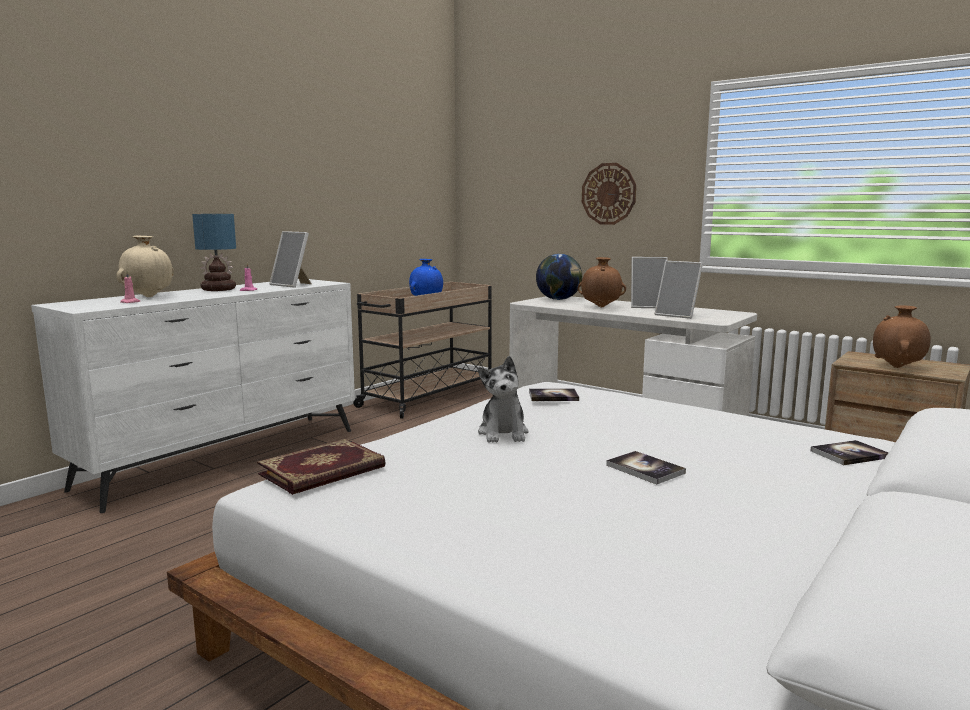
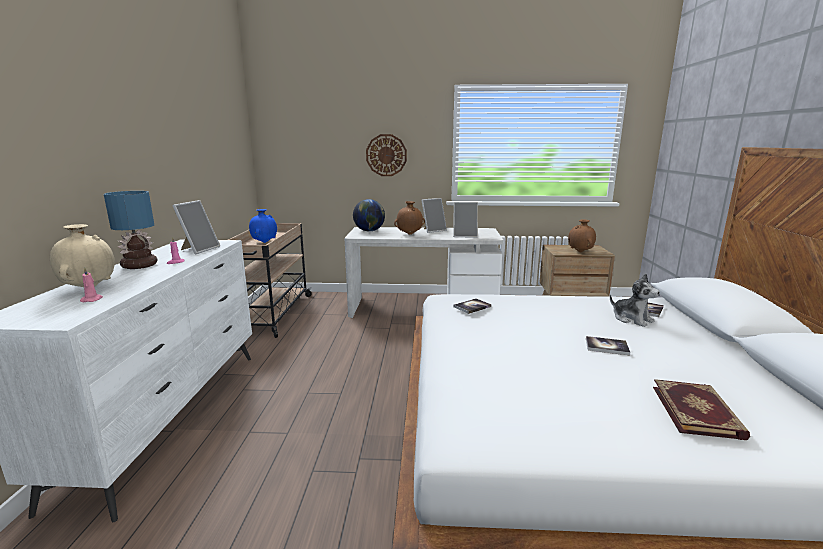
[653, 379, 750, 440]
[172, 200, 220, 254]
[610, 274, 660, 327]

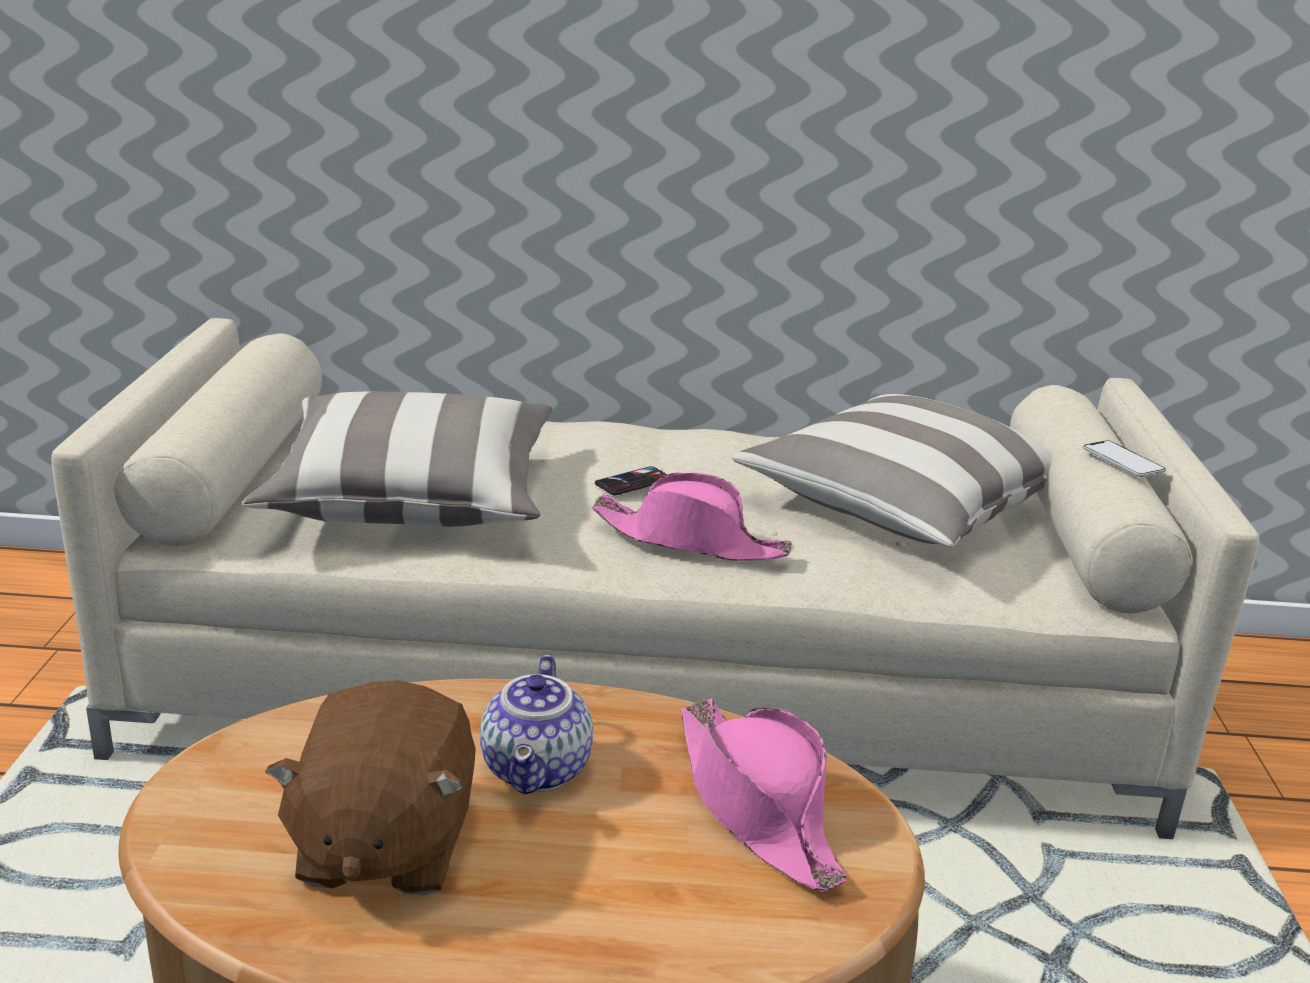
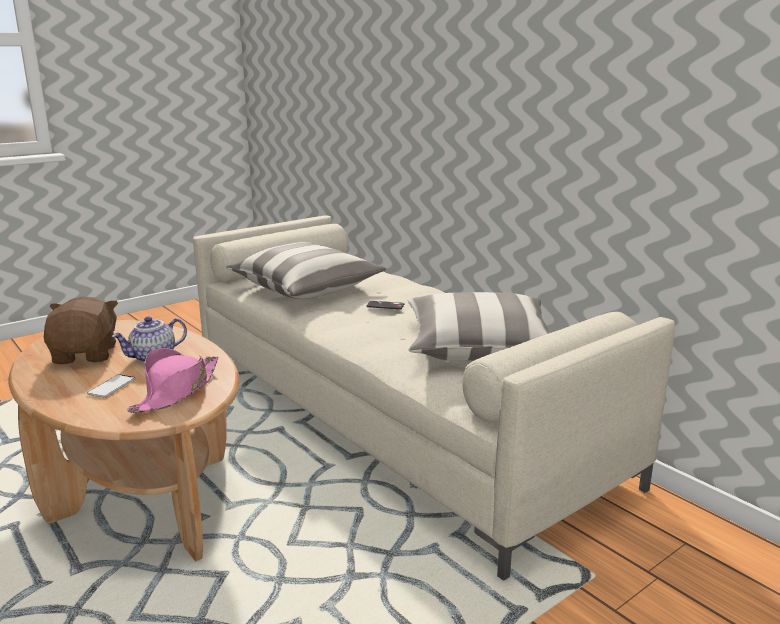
[44, 297, 118, 364]
[592, 472, 792, 561] (first image)
[87, 374, 136, 398]

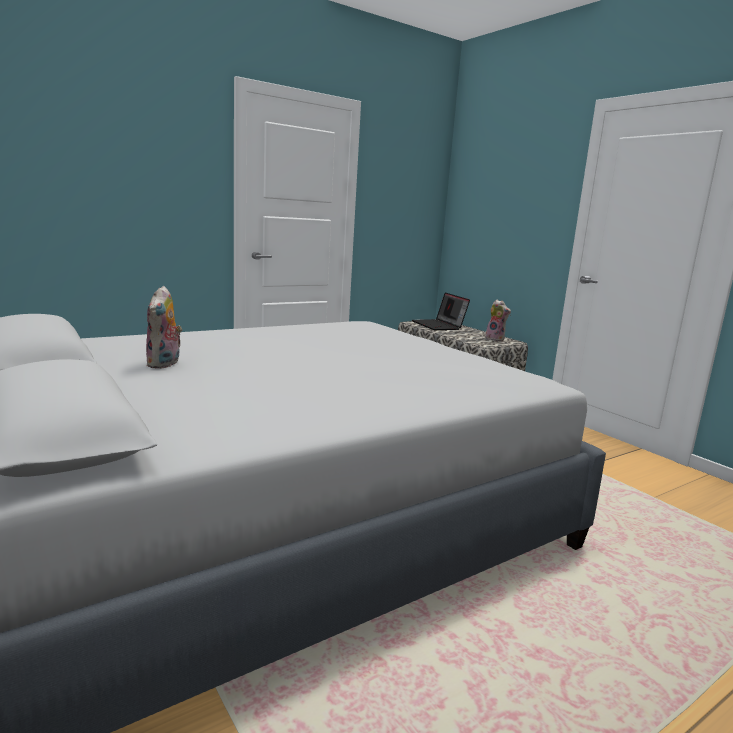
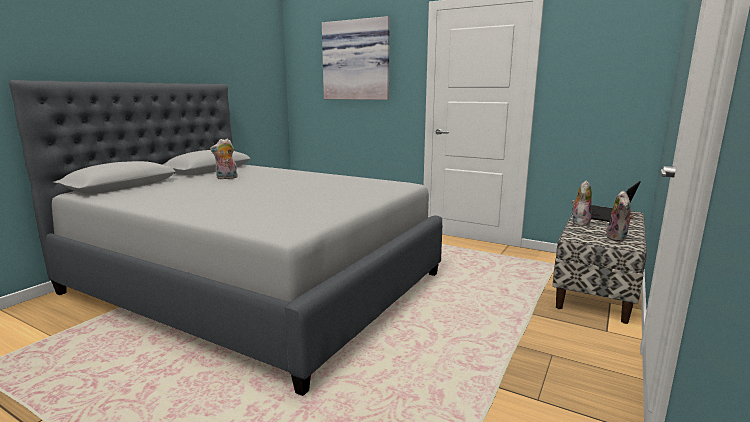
[322, 16, 390, 100]
[572, 180, 592, 226]

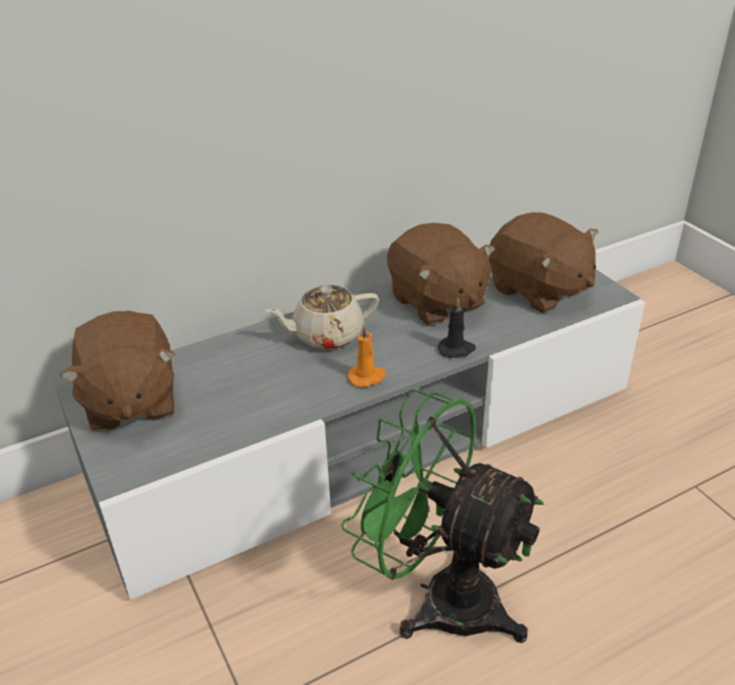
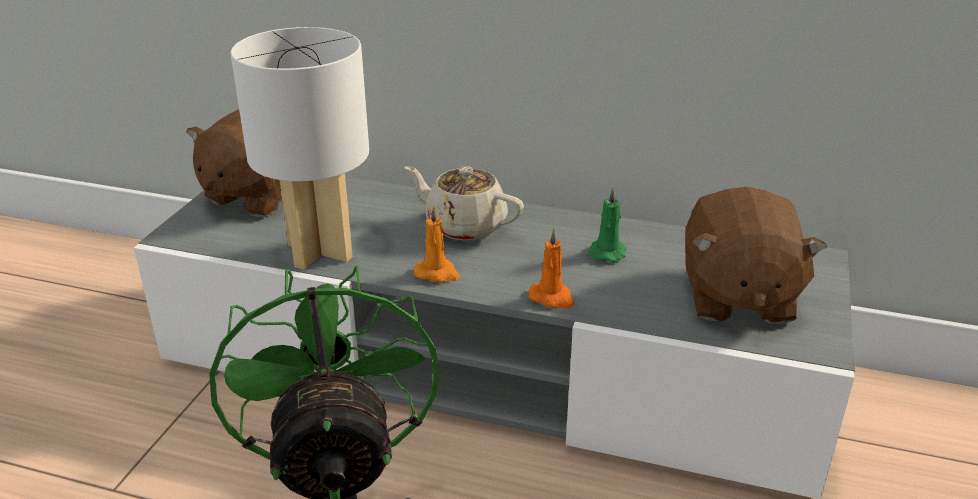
[588, 188, 626, 262]
[528, 229, 575, 308]
[231, 27, 369, 270]

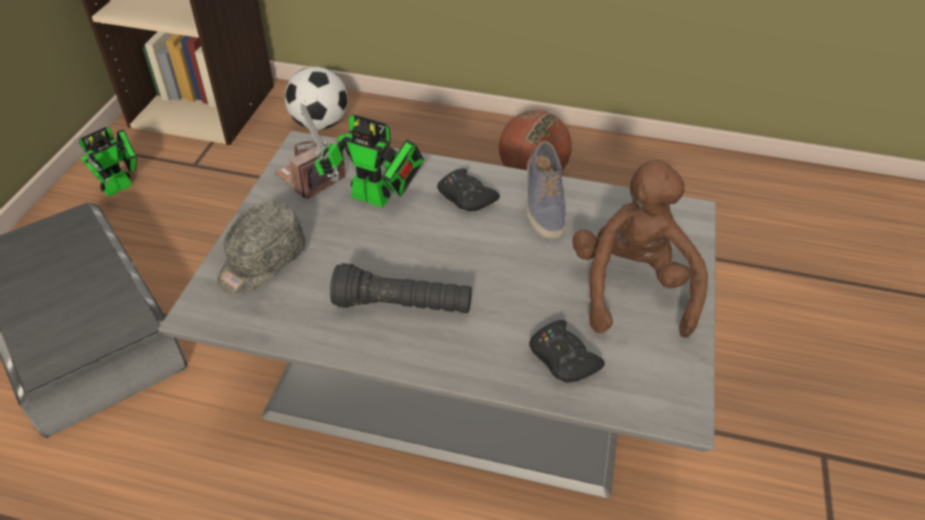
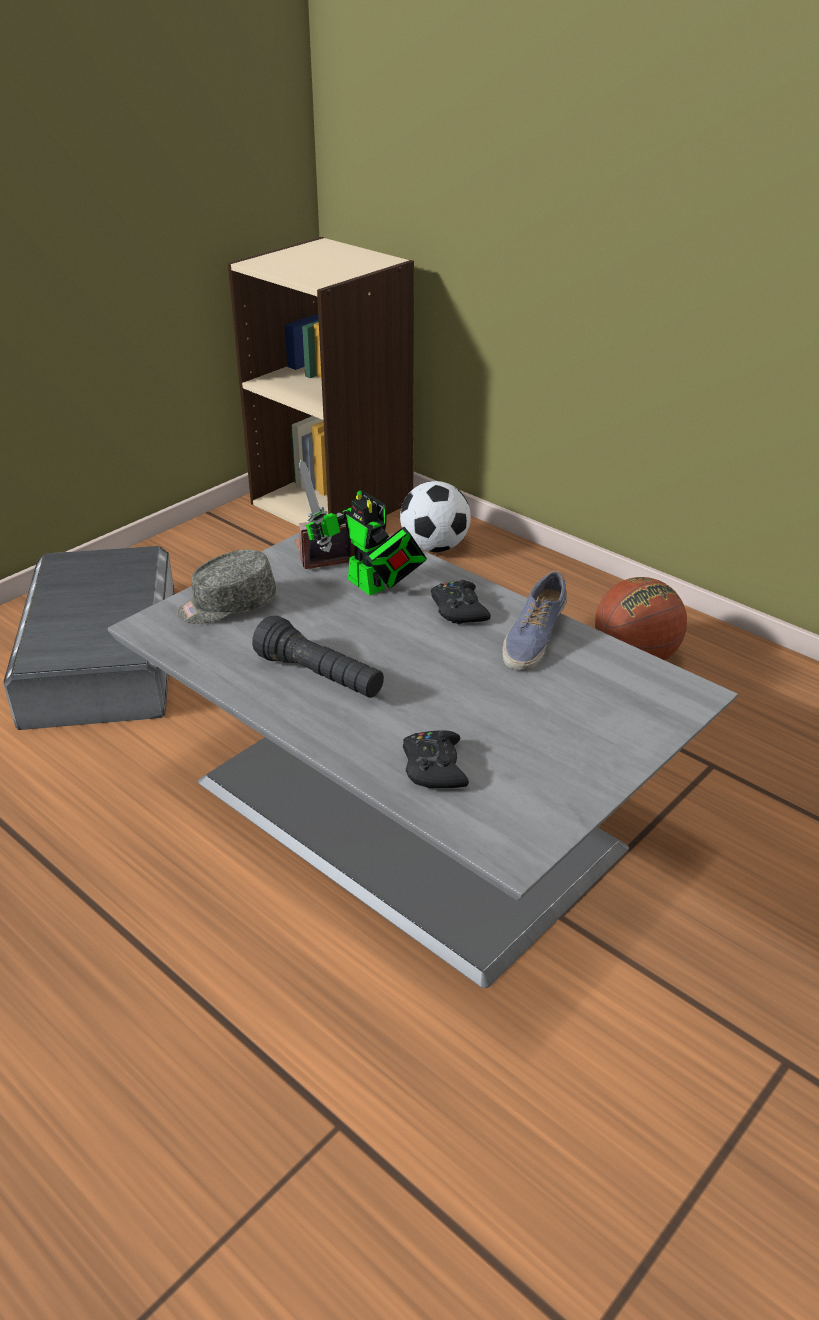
[74, 127, 137, 197] (first image)
[572, 160, 708, 338] (first image)

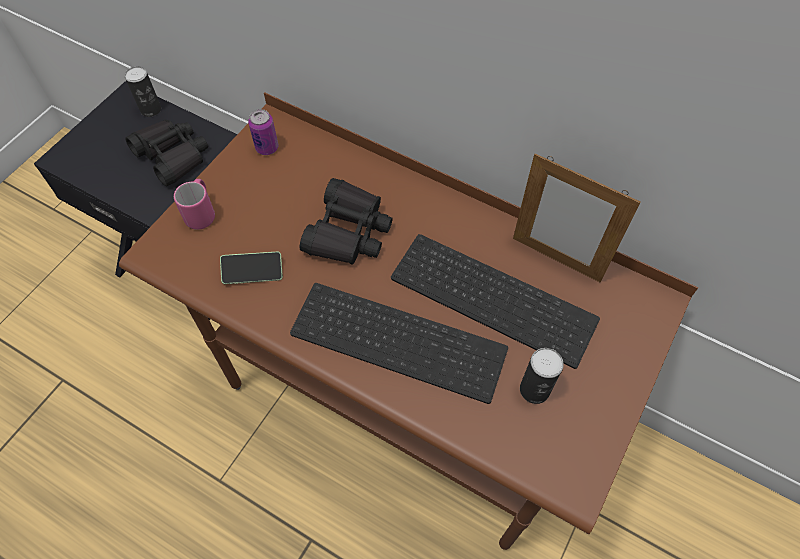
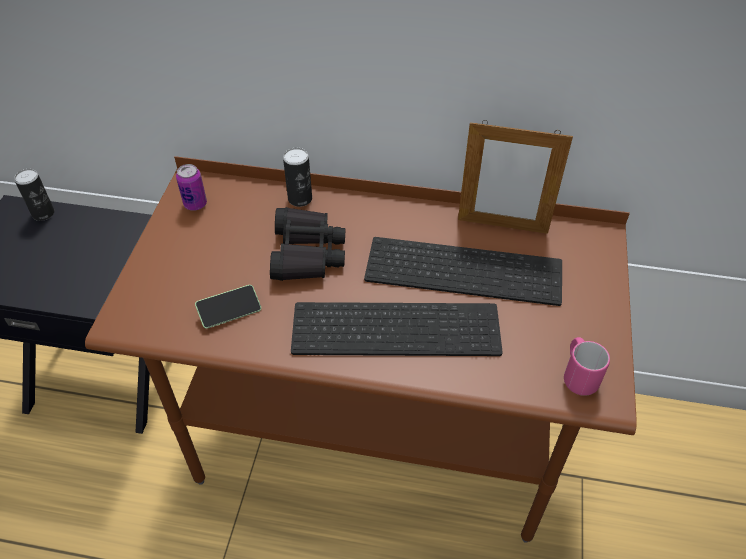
[125, 119, 208, 186] (first image)
[564, 337, 610, 396]
[283, 148, 312, 207]

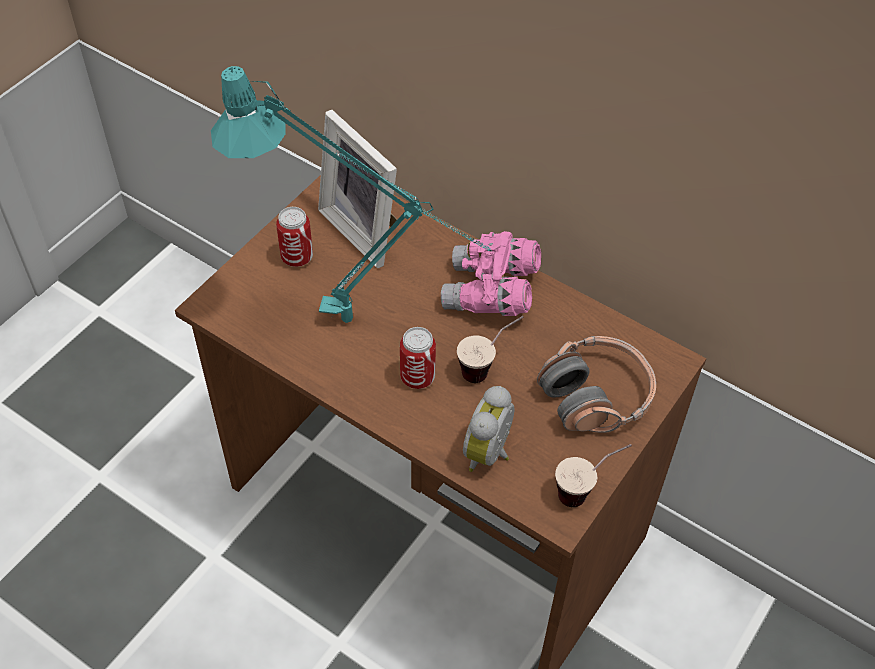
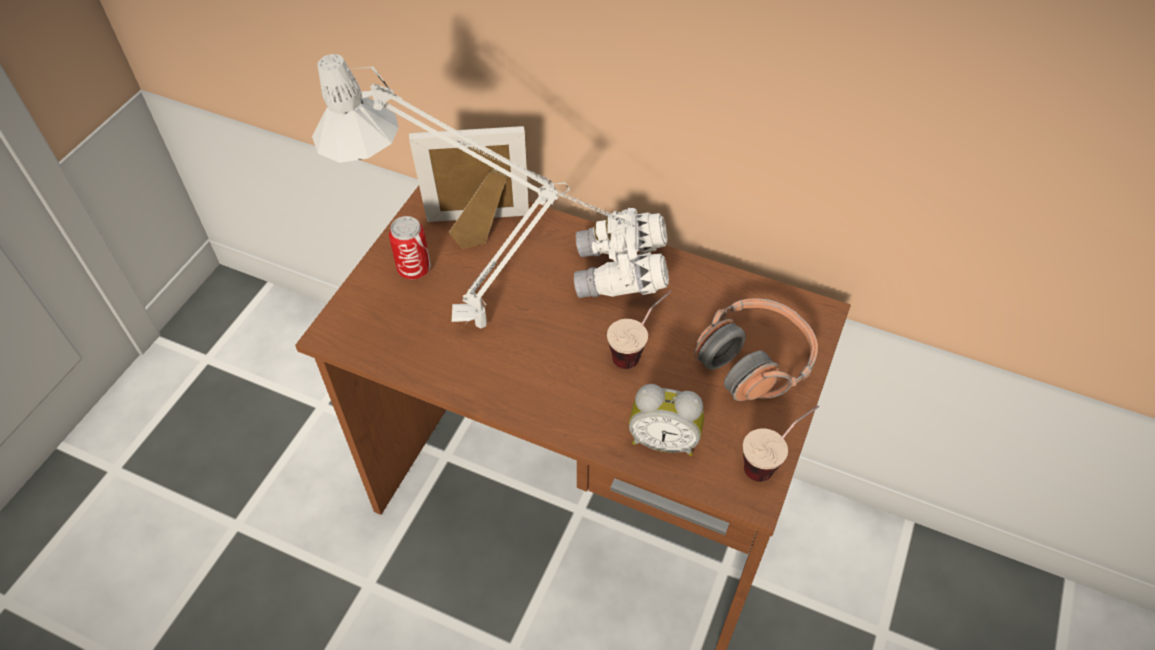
[312, 54, 635, 329]
[409, 126, 529, 249]
[400, 327, 436, 389] (first image)
[574, 208, 669, 298]
[629, 384, 704, 456]

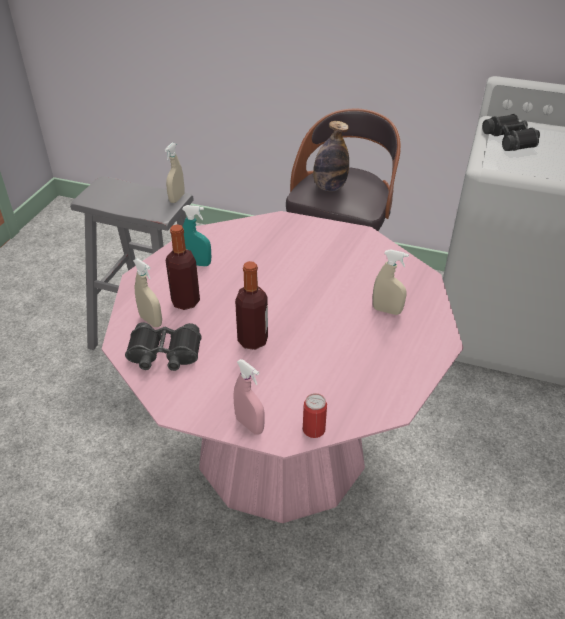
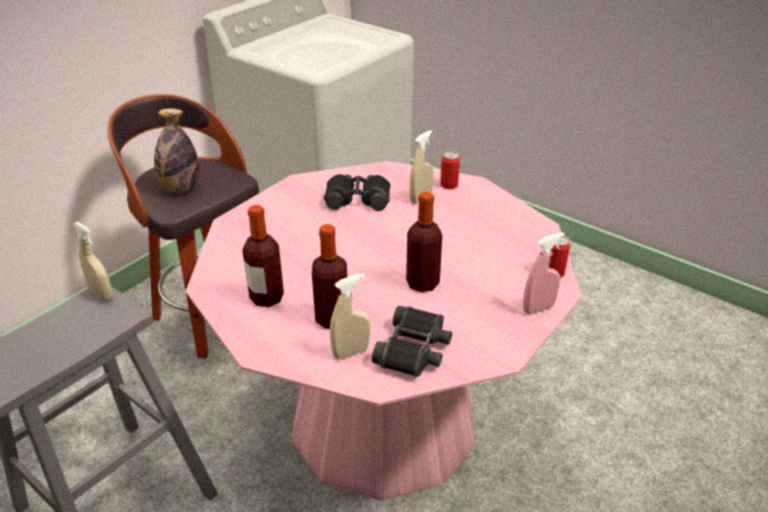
[242, 205, 284, 307]
[324, 174, 391, 211]
[440, 151, 460, 189]

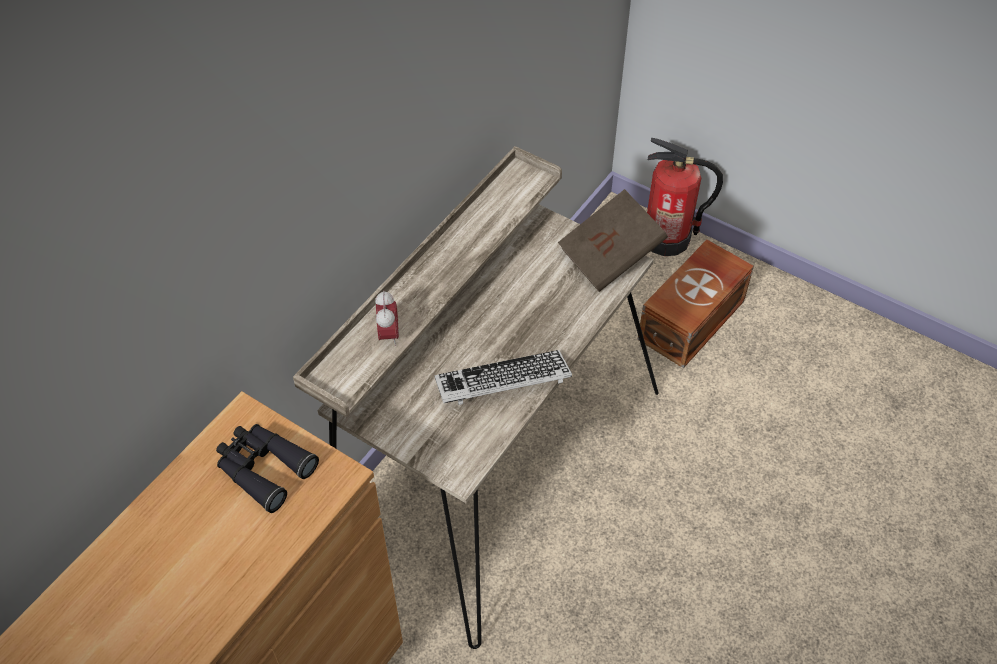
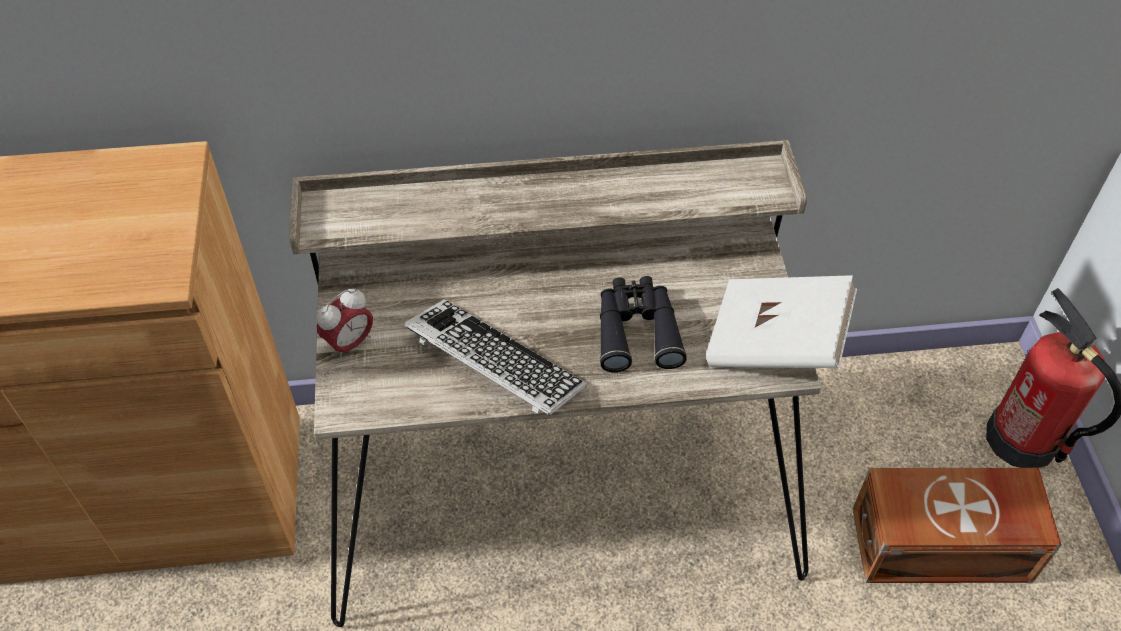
[600, 276, 687, 372]
[316, 288, 373, 359]
[706, 275, 857, 368]

